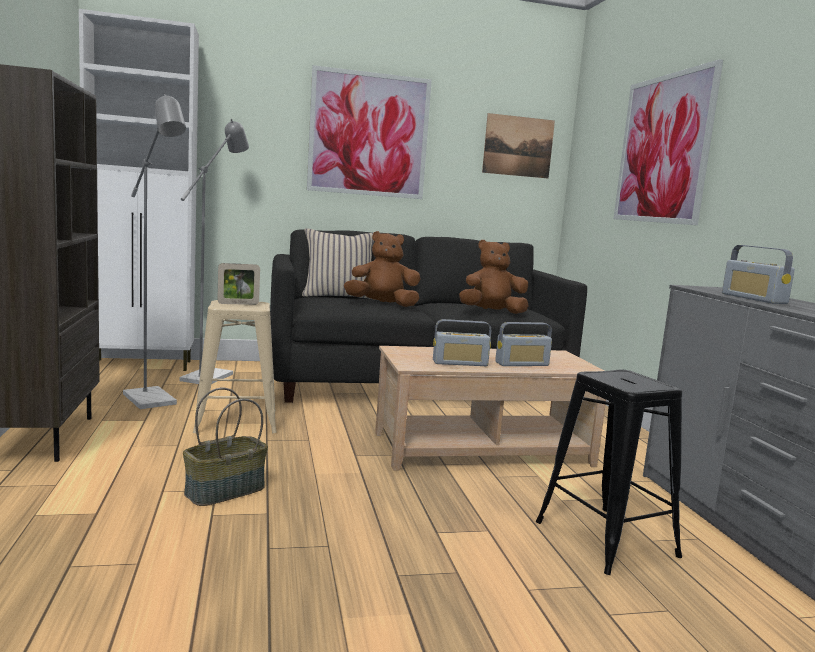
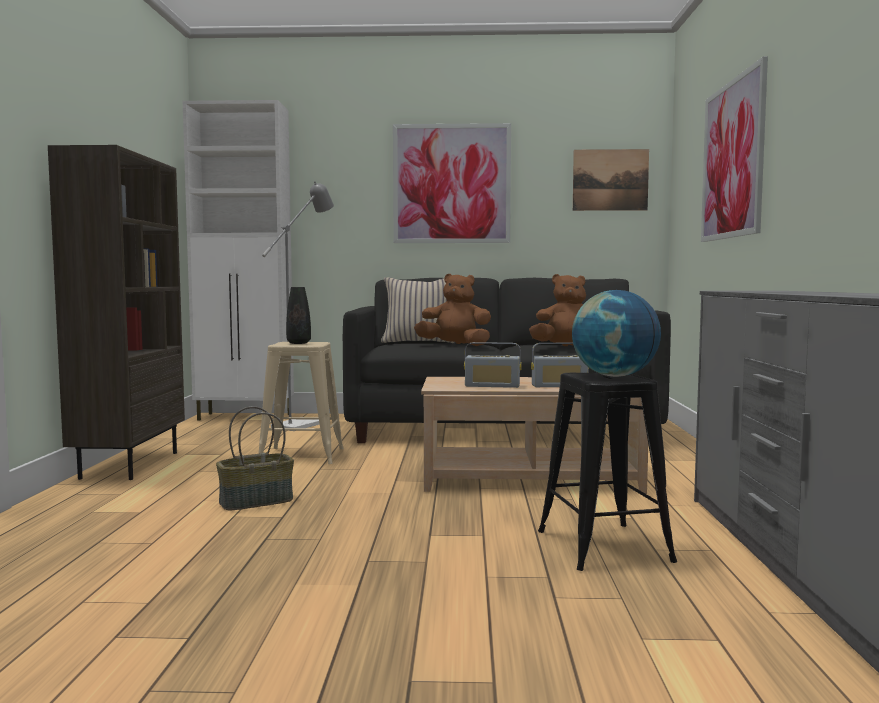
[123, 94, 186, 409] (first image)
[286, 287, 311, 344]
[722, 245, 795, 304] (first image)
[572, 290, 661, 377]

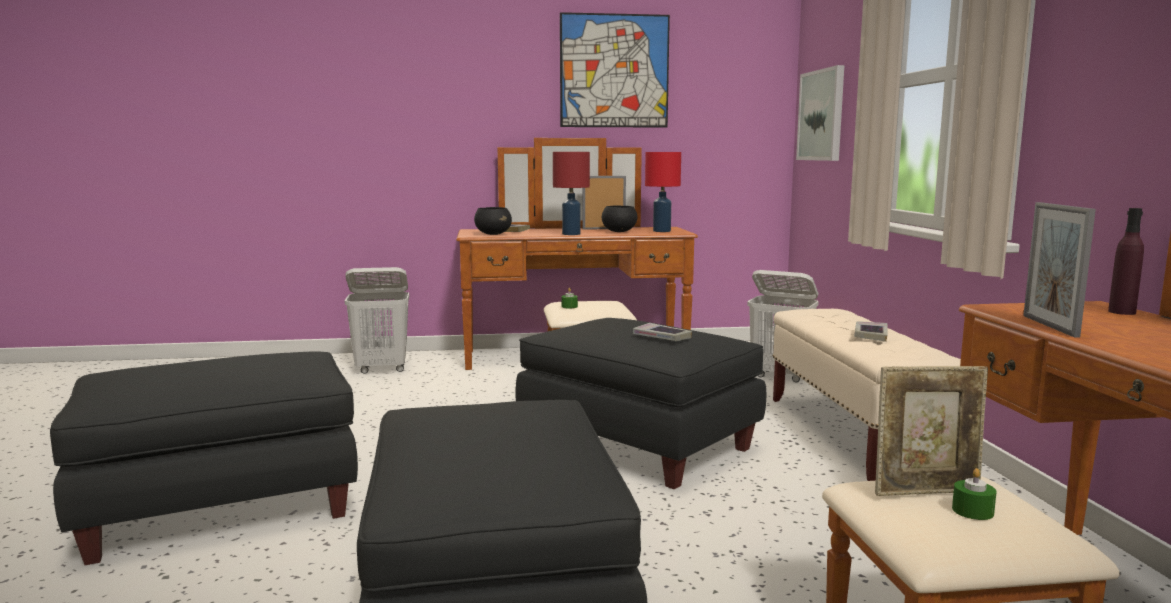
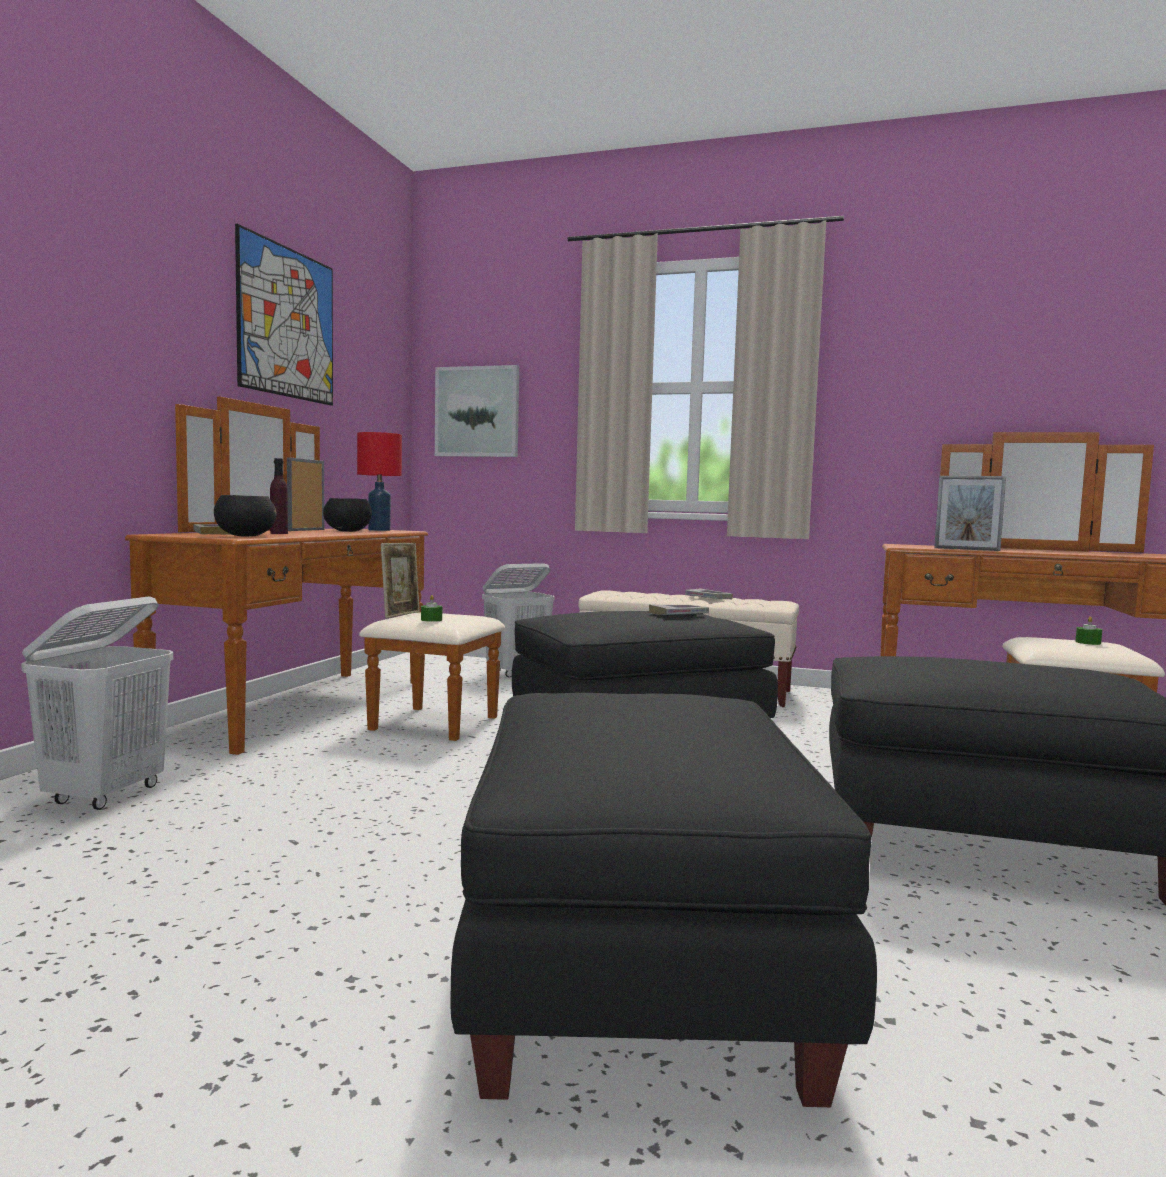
[553, 152, 590, 235] (first image)
[381, 543, 420, 618]
[270, 458, 288, 534]

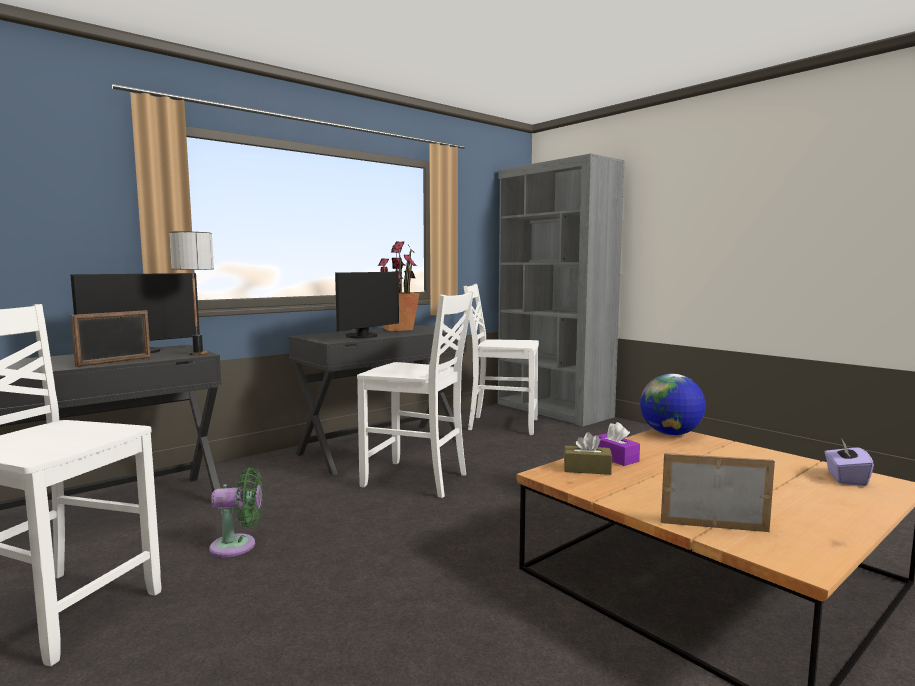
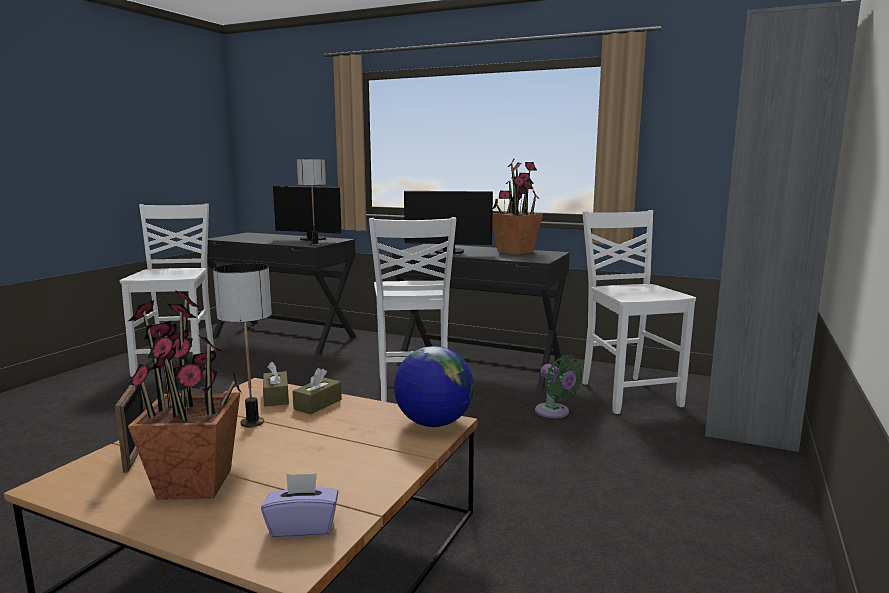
[71, 310, 151, 367] (first image)
[535, 355, 583, 418]
[292, 368, 342, 414]
[127, 290, 242, 500]
[213, 263, 272, 427]

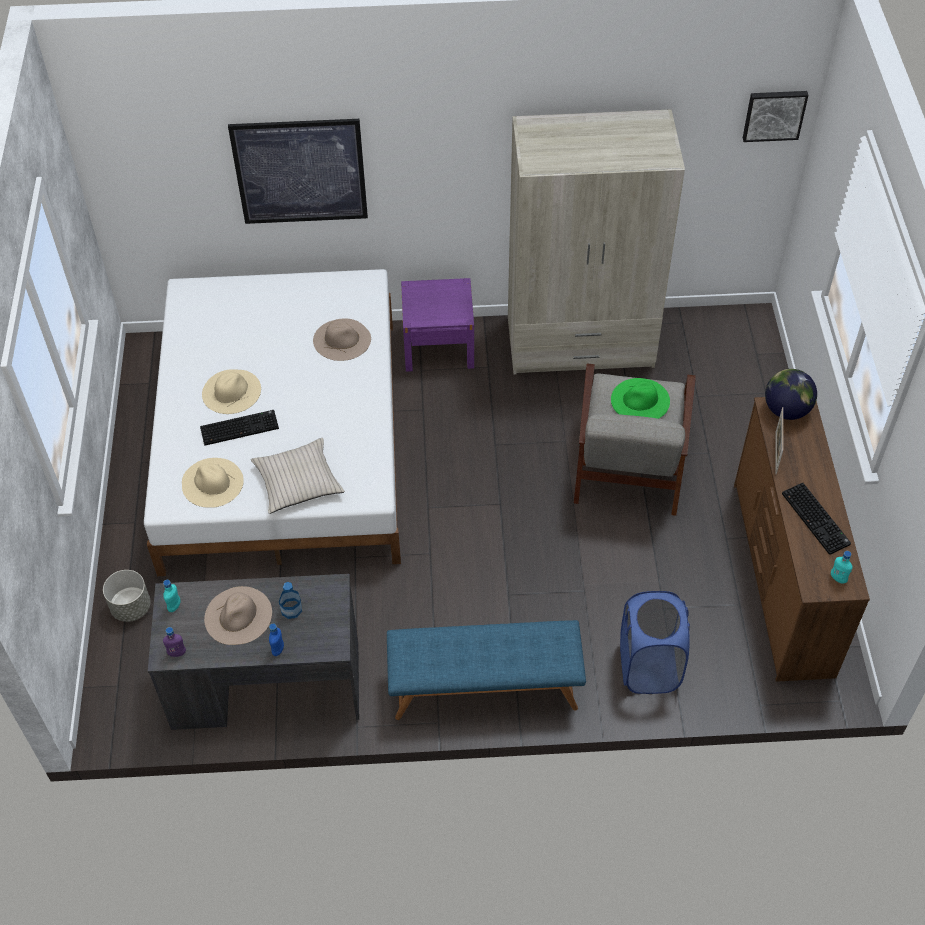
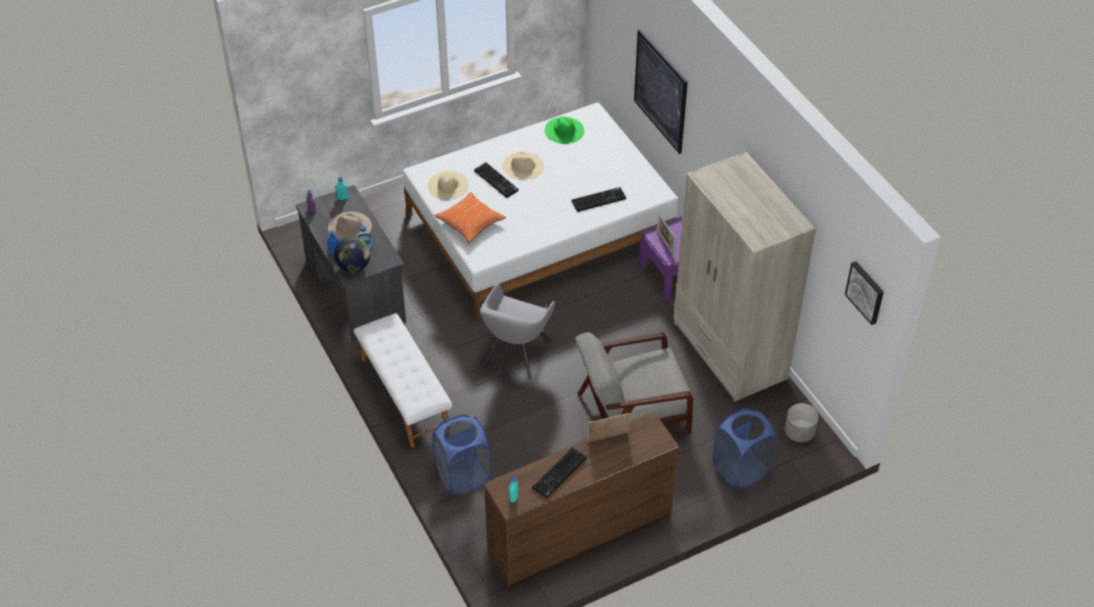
[785, 403, 818, 442]
[434, 192, 506, 243]
[572, 187, 626, 212]
[354, 313, 452, 448]
[545, 117, 584, 144]
[334, 237, 370, 273]
[480, 284, 555, 381]
[657, 214, 676, 256]
[713, 408, 777, 489]

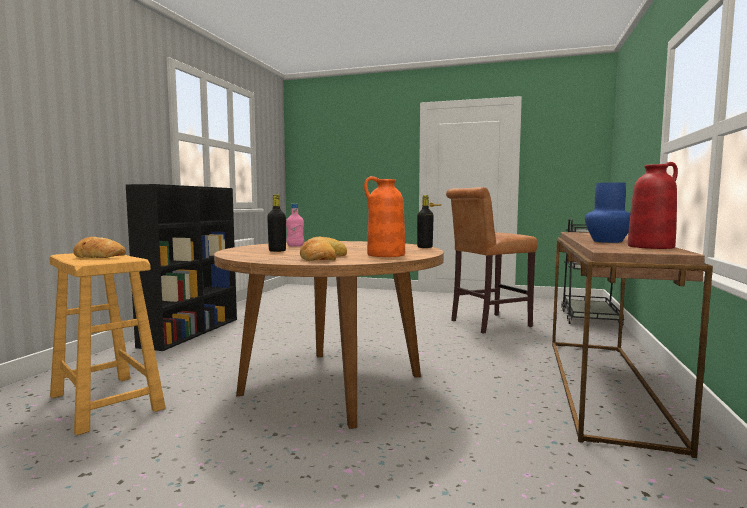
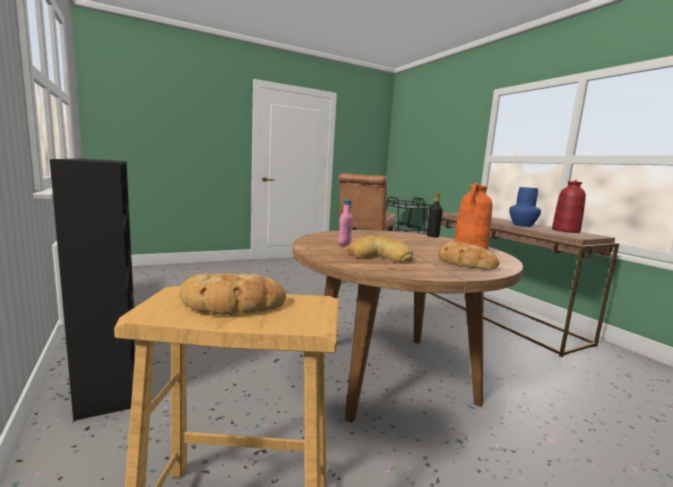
[347, 236, 413, 263]

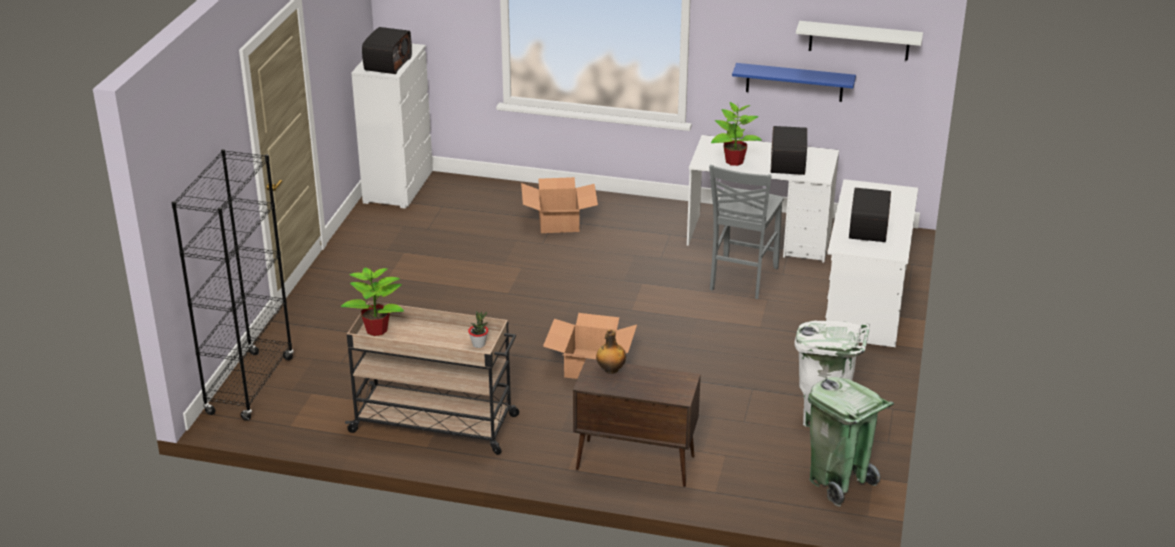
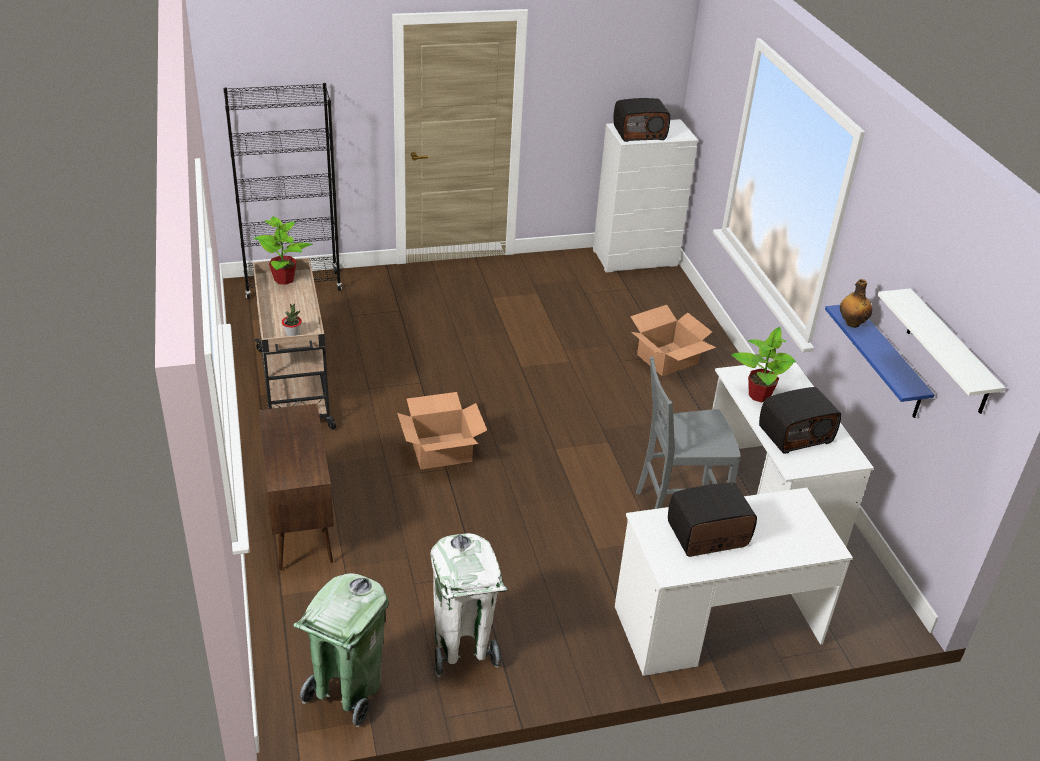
[840, 279, 872, 328]

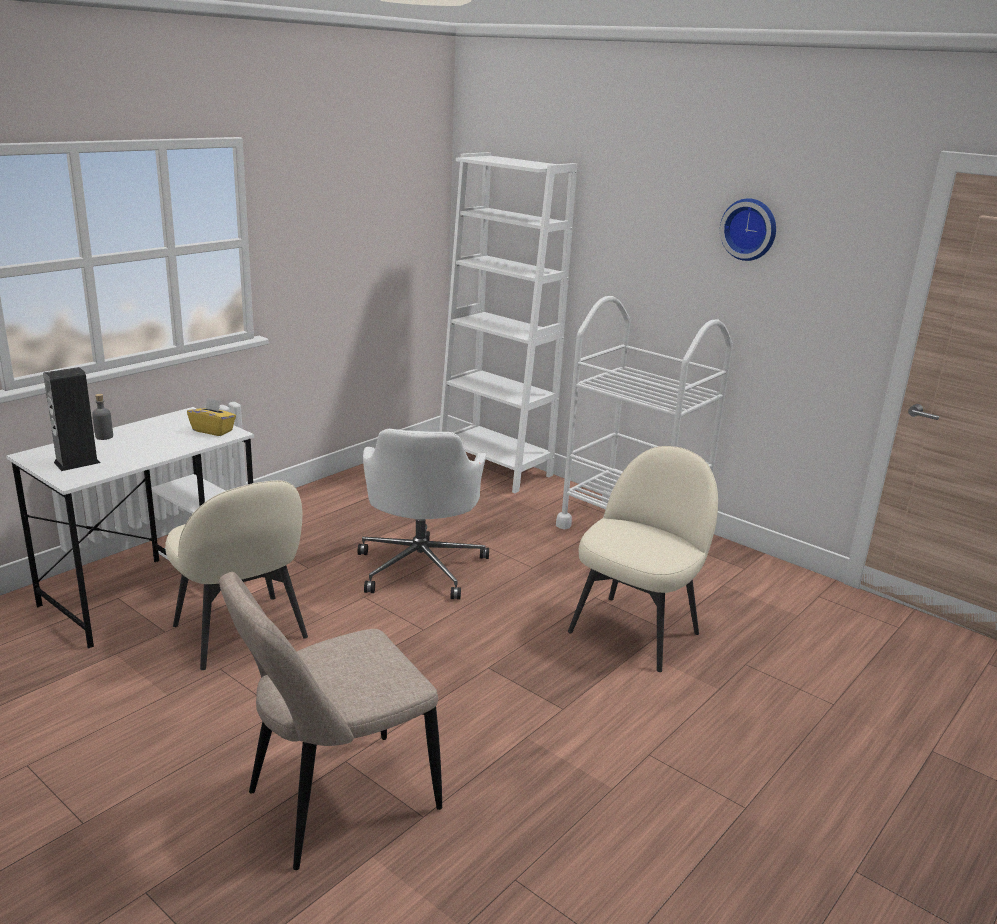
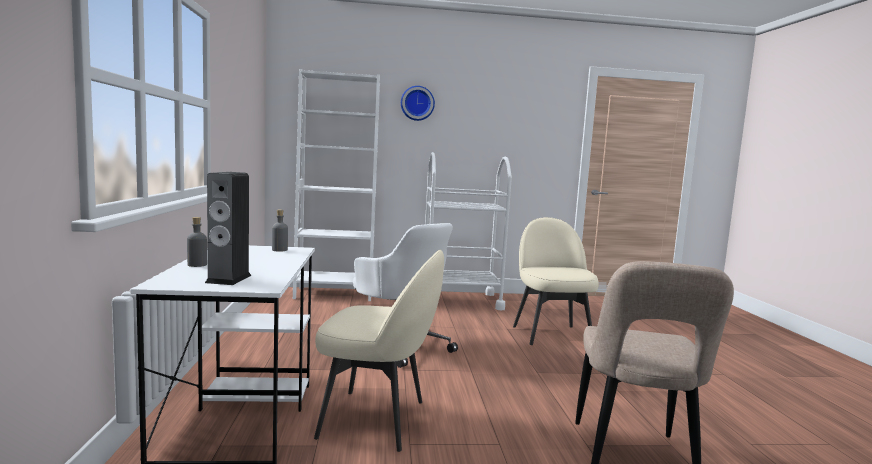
[272, 210, 288, 252]
[401, 86, 435, 121]

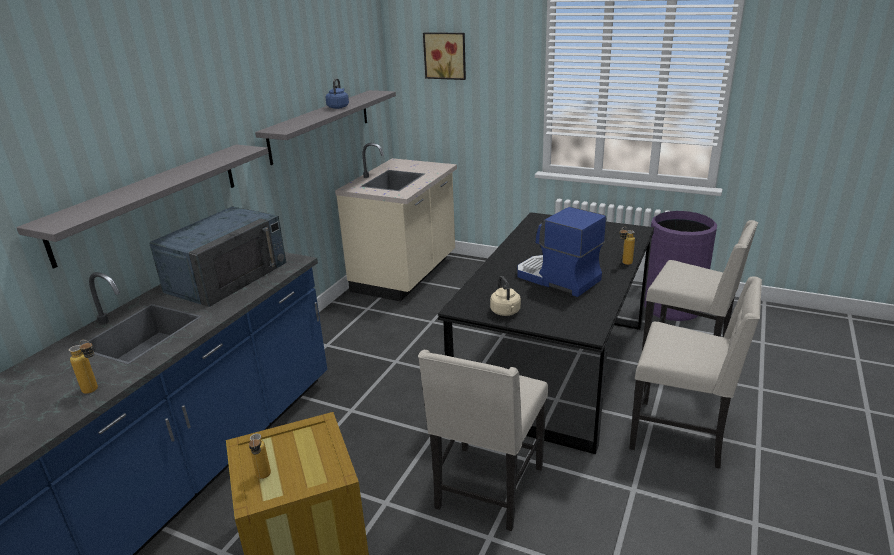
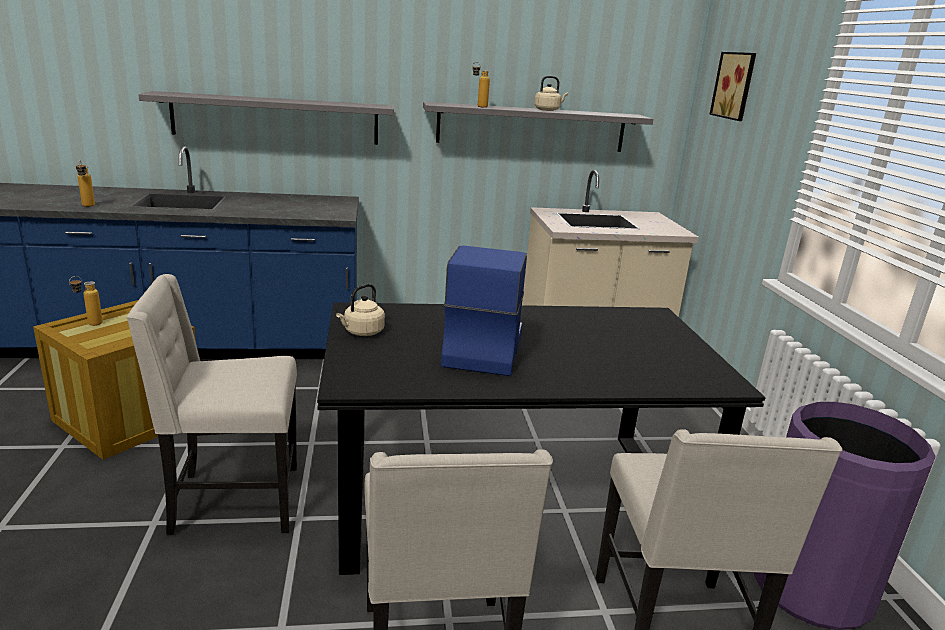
[149, 206, 286, 307] (first image)
[534, 76, 568, 111]
[473, 62, 490, 108]

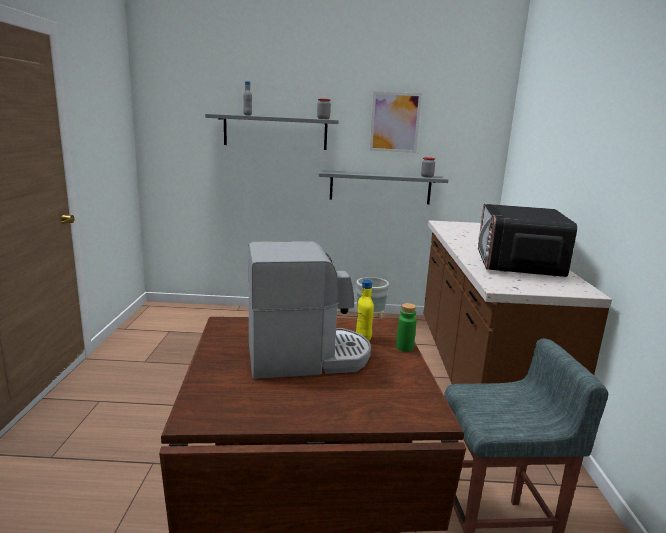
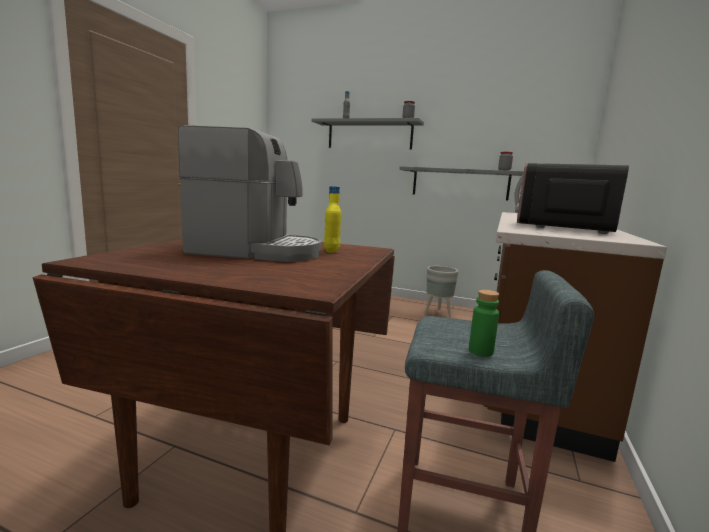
[370, 91, 422, 153] (first image)
[469, 290, 499, 357]

